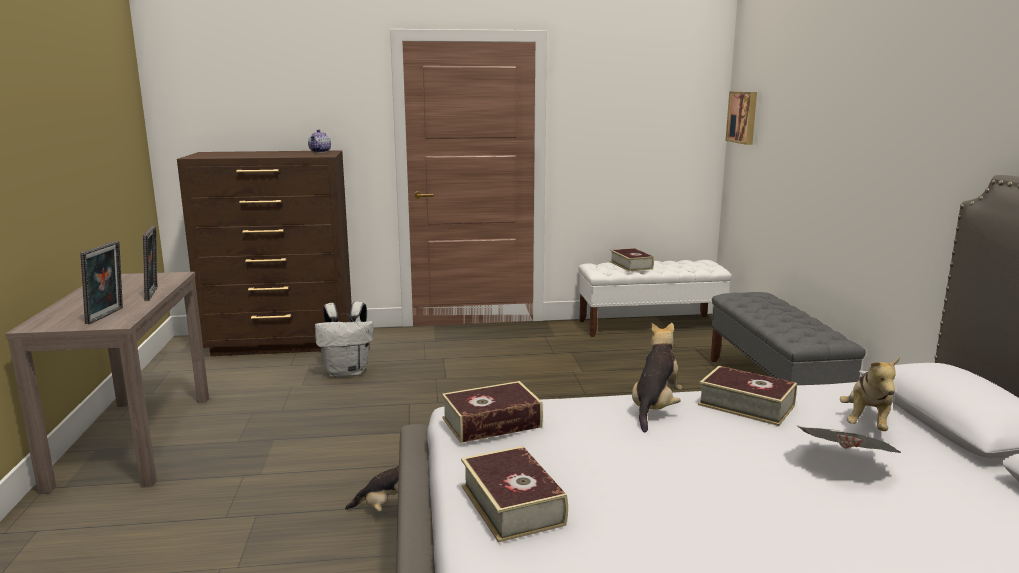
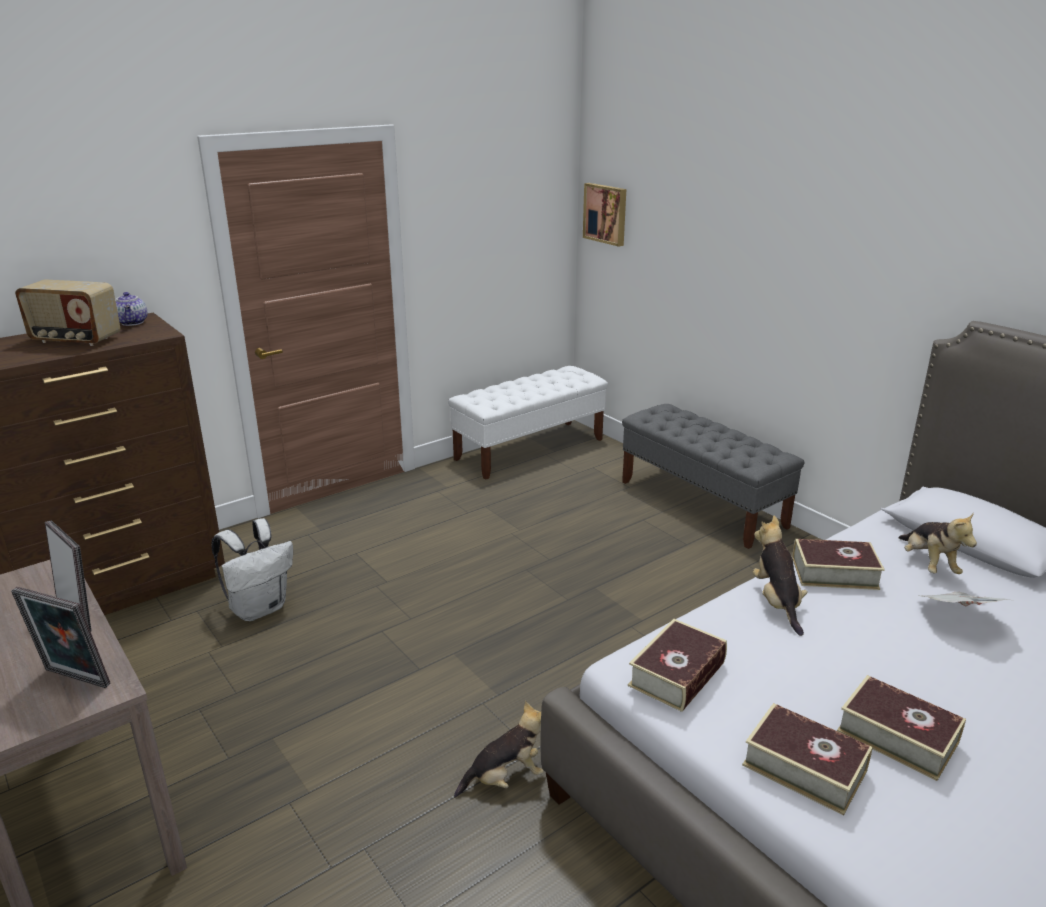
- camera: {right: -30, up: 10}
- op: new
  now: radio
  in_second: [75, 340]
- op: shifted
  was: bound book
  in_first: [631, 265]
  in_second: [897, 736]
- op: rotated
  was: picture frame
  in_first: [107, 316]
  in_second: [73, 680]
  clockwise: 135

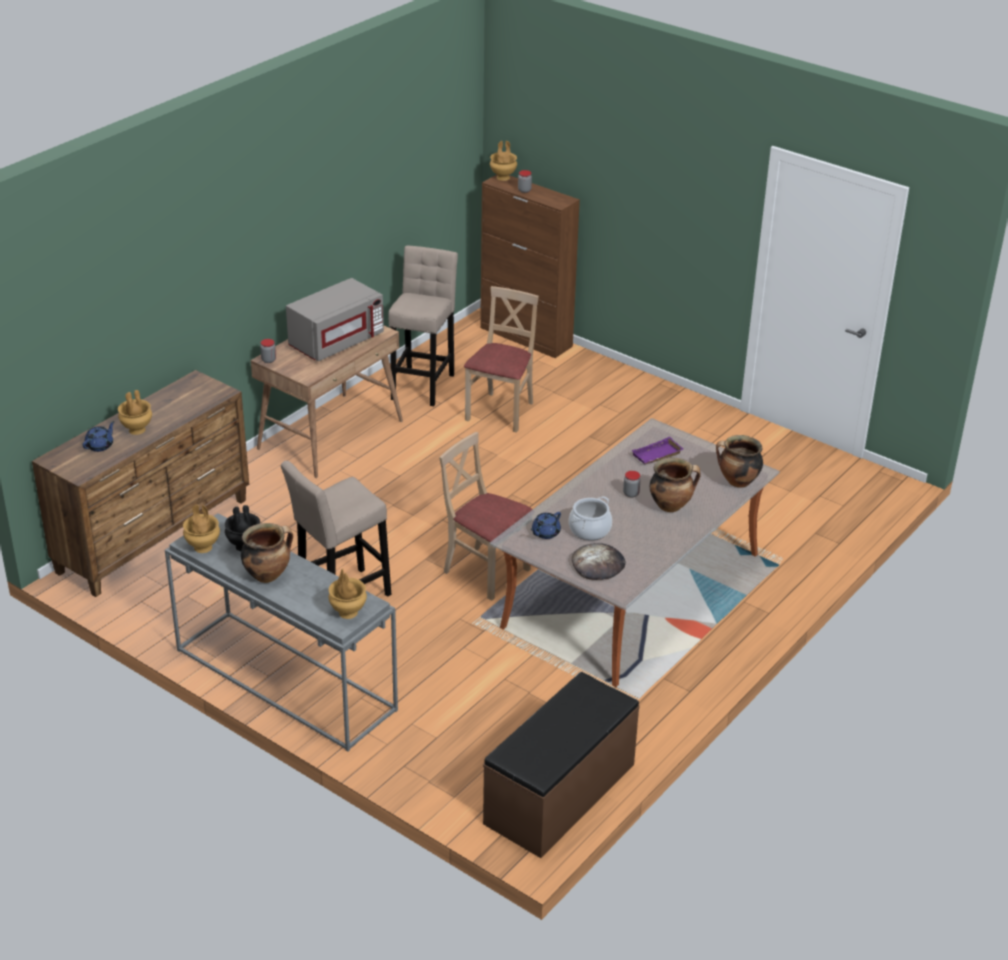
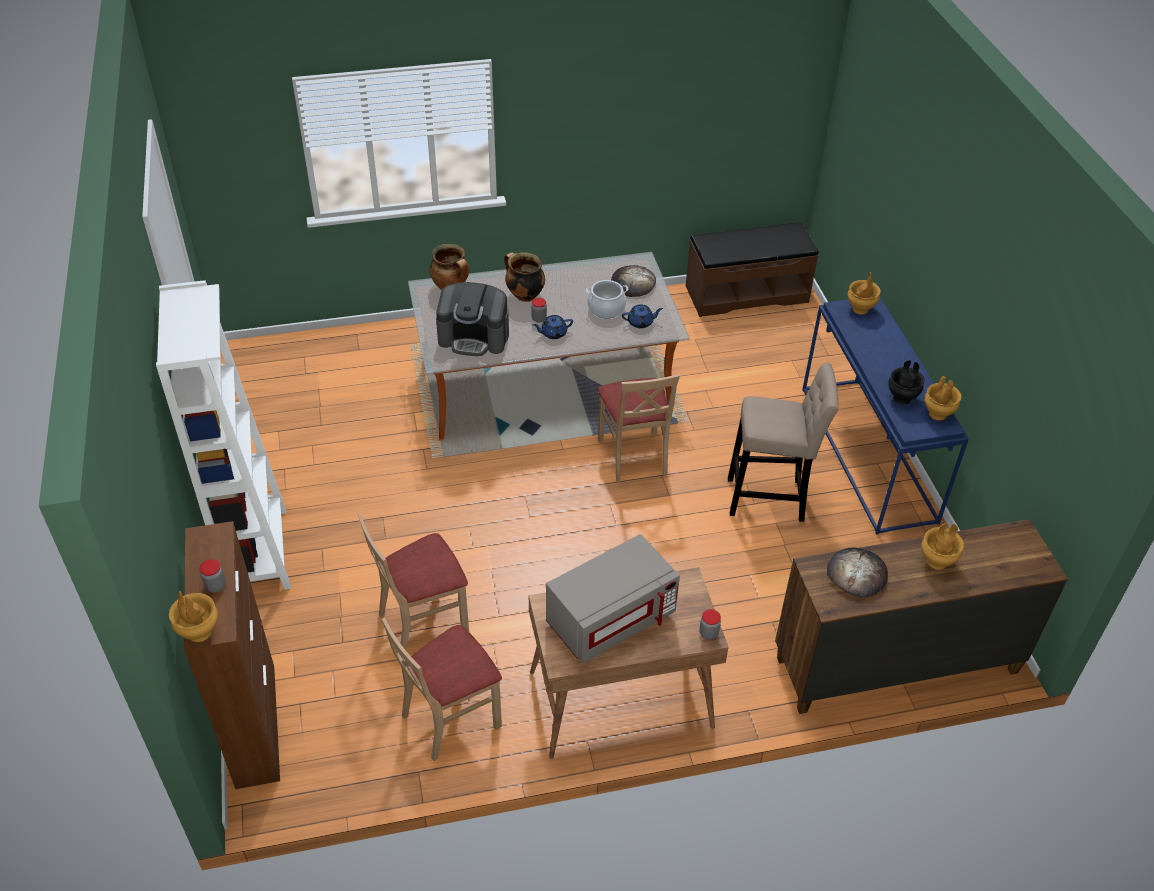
- camera: {right: -140, up: 10}
- op: gone
  was: cooking pot
  in_first: [268, 574]
- op: new
  now: white bookshelf
  in_second: [257, 553]
- op: new
  now: bread
  in_second: [856, 574]
- op: shifted
  was: bluish teapot
  in_first: [100, 446]
  in_second: [553, 333]
- op: swapped
  was: sand-coloured sitting stool
  now: sand-coloured upright chair
  in_first: [423, 384]
  in_second: [450, 718]
- op: swapped
  was: purple tray
  now: coffee machine
  in_first: [657, 455]
  in_second: [474, 337]
- op: repainted
  was: grey console table
  now: bluish console table
  in_first: [283, 680]
  in_second: [869, 454]
- op: rotated
  was: grey kitchen microwave
  in_first: [336, 342]
  in_second: [610, 619]
  clockwise: 150

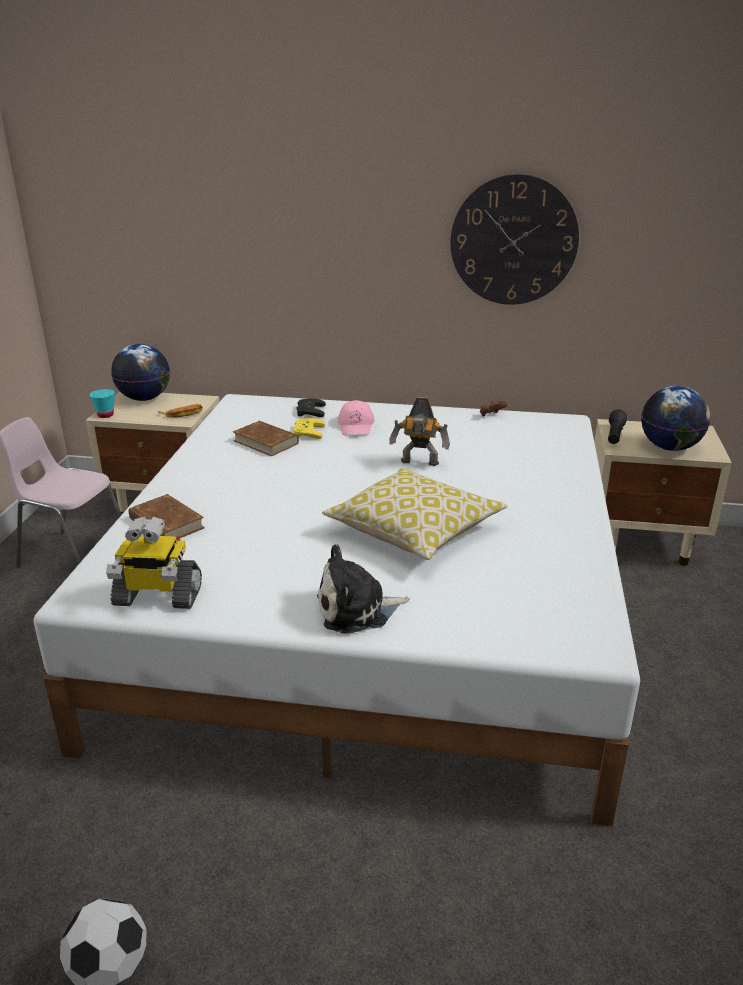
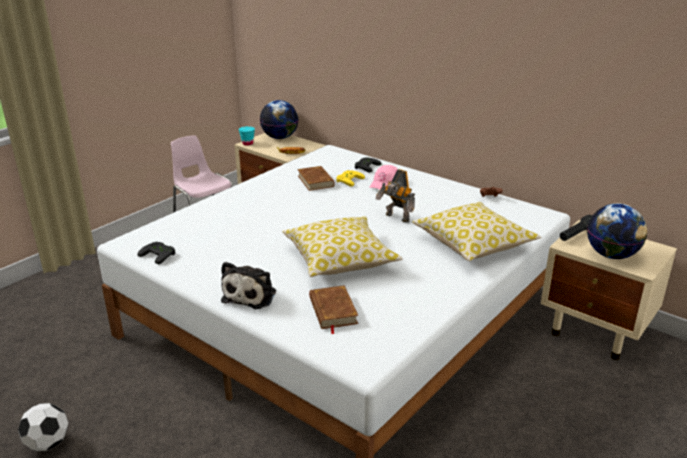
- camera: {right: 30, up: 0}
- op: gone
  was: hanging clock
  in_first: [513, 241]
- op: new
  now: throw pillow
  in_second: [473, 244]
- op: shifted
  was: brownish bound book
  in_first: [166, 524]
  in_second: [332, 311]
- op: swapped
  was: toy robot
  now: black game controller
  in_first: [157, 597]
  in_second: [159, 254]
- op: rotated
  was: plush toy
  in_first: [357, 610]
  in_second: [251, 295]
  clockwise: -90

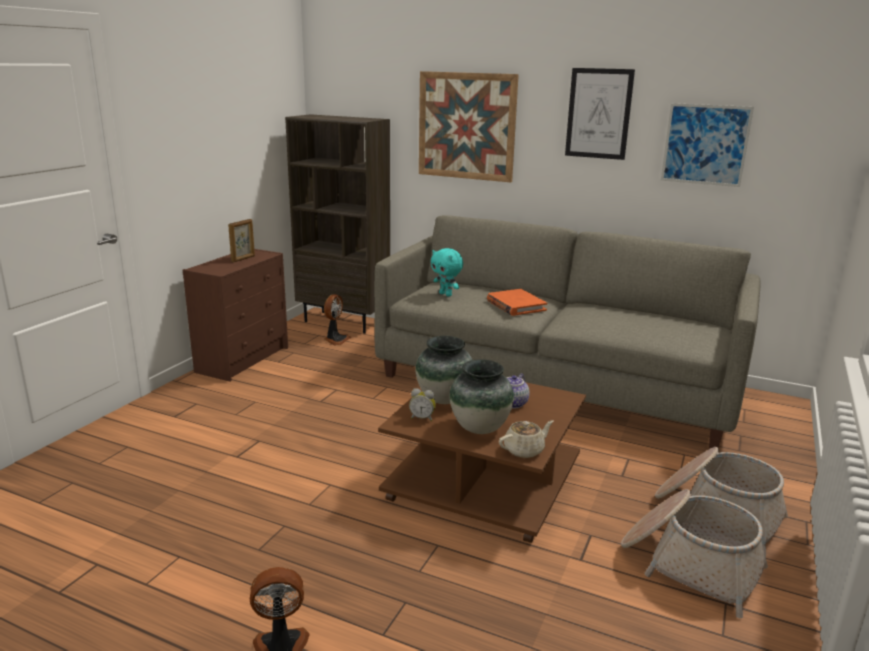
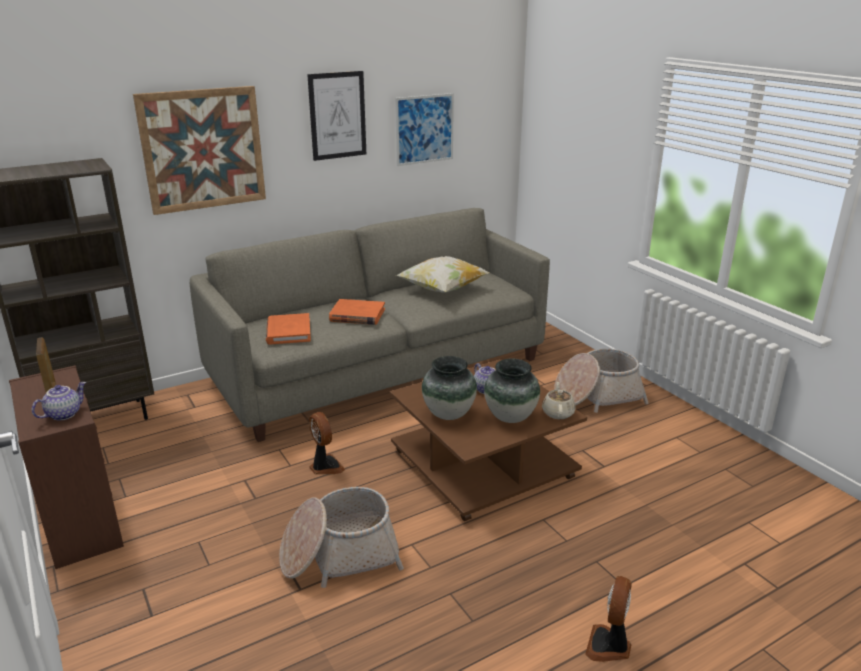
- camera: {right: -55, up: 5}
- op: gone
  was: bedside clock
  in_first: [422, 418]
- op: new
  now: teapot
  in_second: [64, 414]
- op: new
  now: throw pillow
  in_second: [442, 290]
- op: shifted
  was: fan
  in_first: [336, 339]
  in_second: [325, 467]
- op: shifted
  was: household basket
  in_first: [689, 564]
  in_second: [339, 554]
- op: swapped
  was: turquoise-coloured plush toy
  now: orange bound book
  in_first: [446, 294]
  in_second: [288, 332]

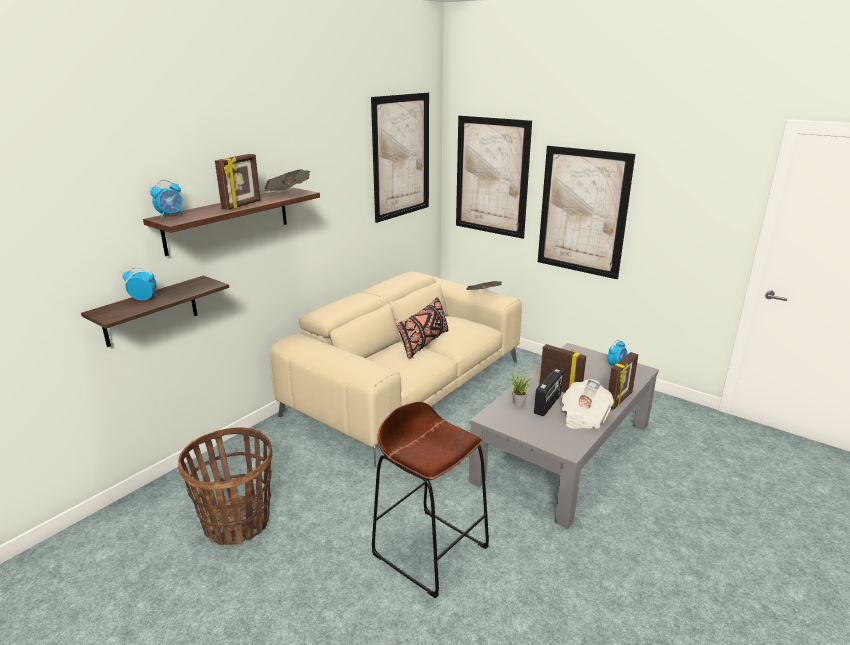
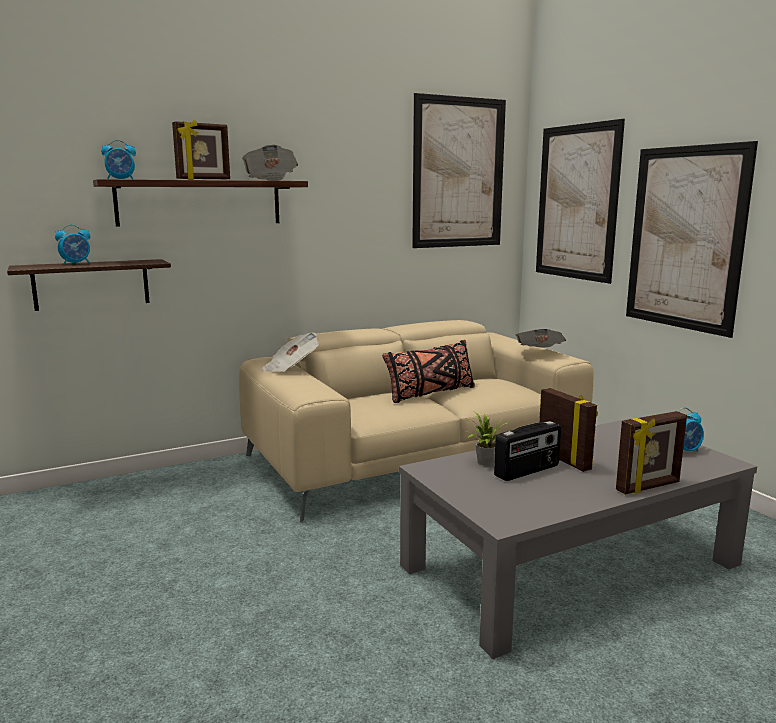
- camera: {right: 25, up: -10}
- op: gone
  was: household basket
  in_first: [237, 522]
- op: gone
  was: brownish sitting stool
  in_first: [430, 550]
- op: shifted
  was: newspaper
  in_first: [583, 417]
  in_second: [291, 368]
- op: rotated
  was: bedside clock
  in_first: [144, 299]
  in_second: [76, 263]
  clockwise: 120

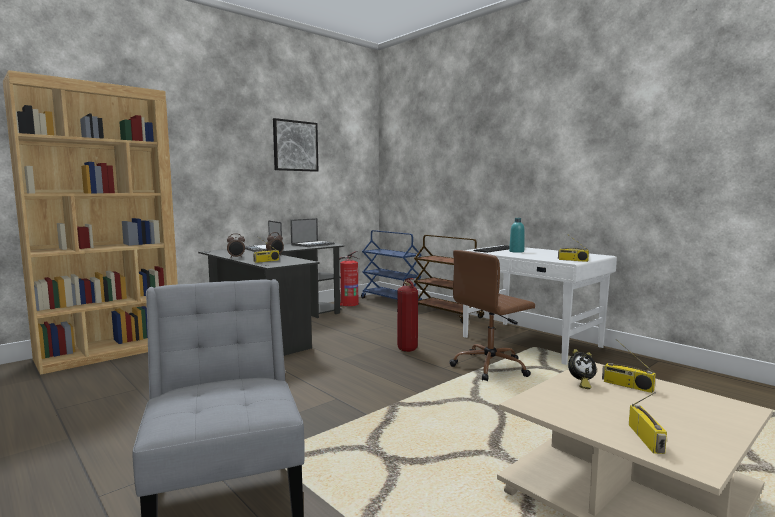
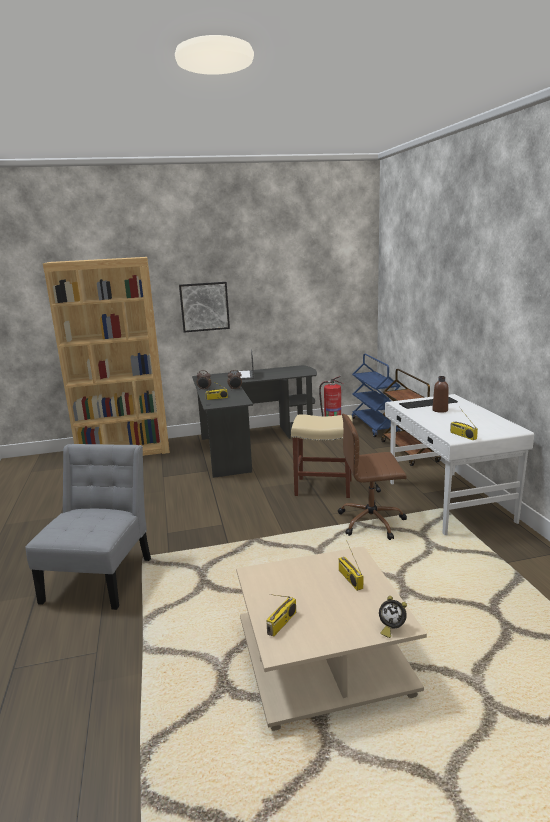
- camera: {right: 30, up: 10}
- op: gone
  was: notebook computer
  in_first: [313, 244]
- op: shifted
  was: wall picture
  in_first: [295, 146]
  in_second: [204, 306]
- op: shifted
  was: bedside clock
  in_first: [580, 383]
  in_second: [391, 628]
- op: swapped
  was: fire extinguisher
  now: sand-coloured sitting stool
  in_first: [406, 349]
  in_second: [322, 487]
- op: repainted
  was: turquoise-coloured bottle
  now: brownish bottle
  in_first: [516, 251]
  in_second: [440, 410]

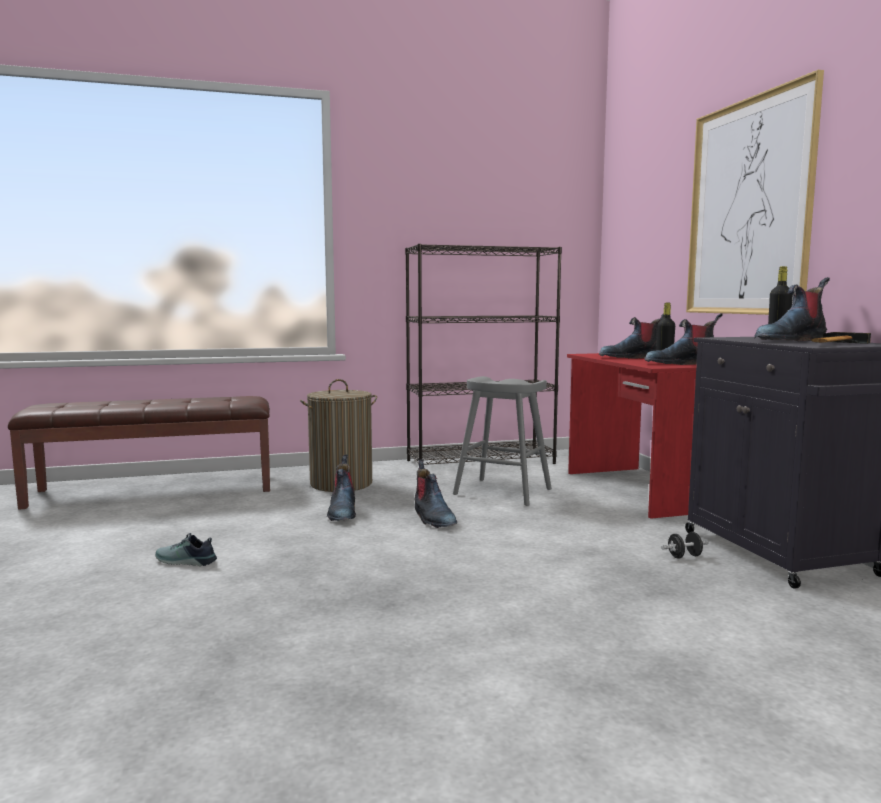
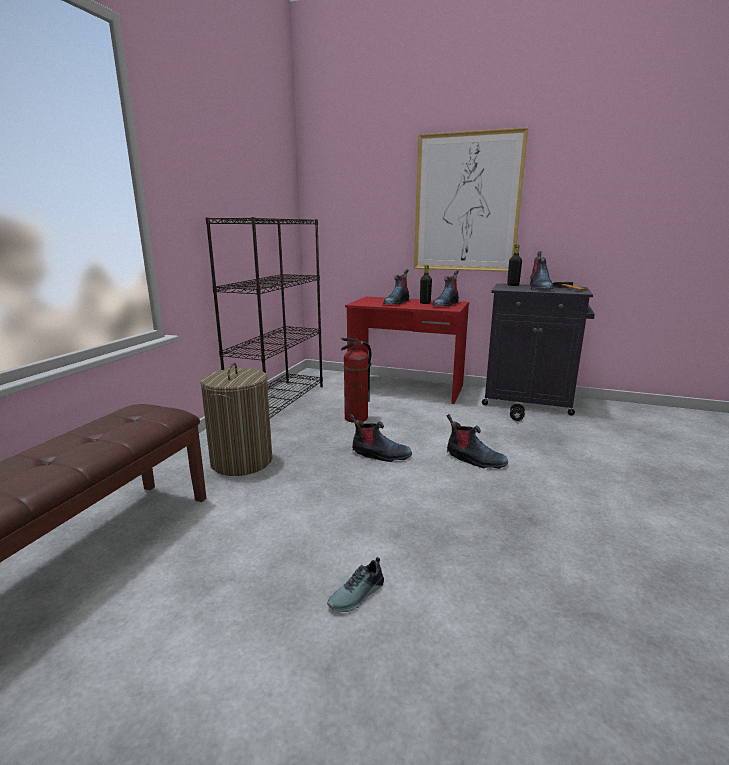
- camera: {right: -55, up: 10}
- op: shifted
  was: tall boot
  in_first: [342, 512]
  in_second: [474, 460]
- op: swapped
  was: grey sitting stool
  now: fire extinguisher
  in_first: [503, 492]
  in_second: [356, 418]

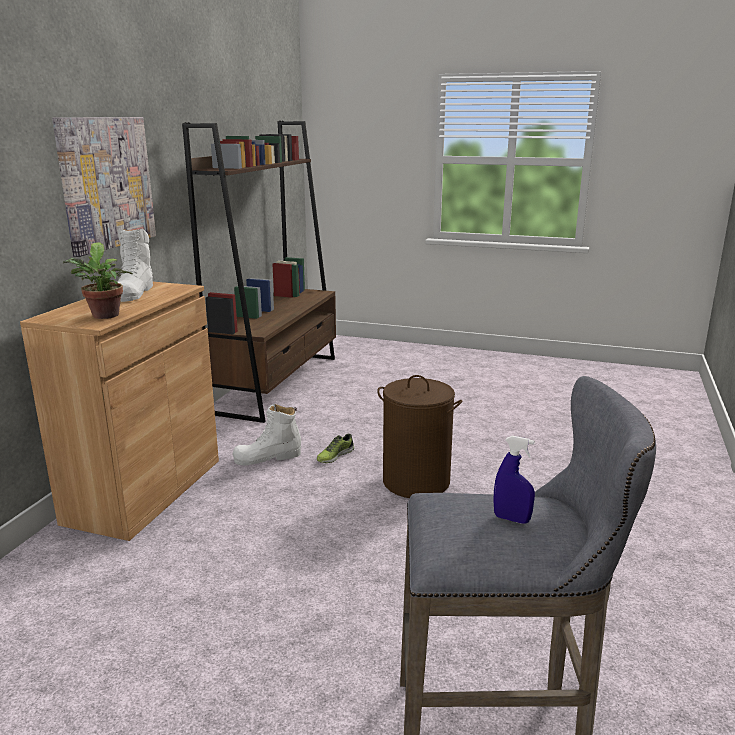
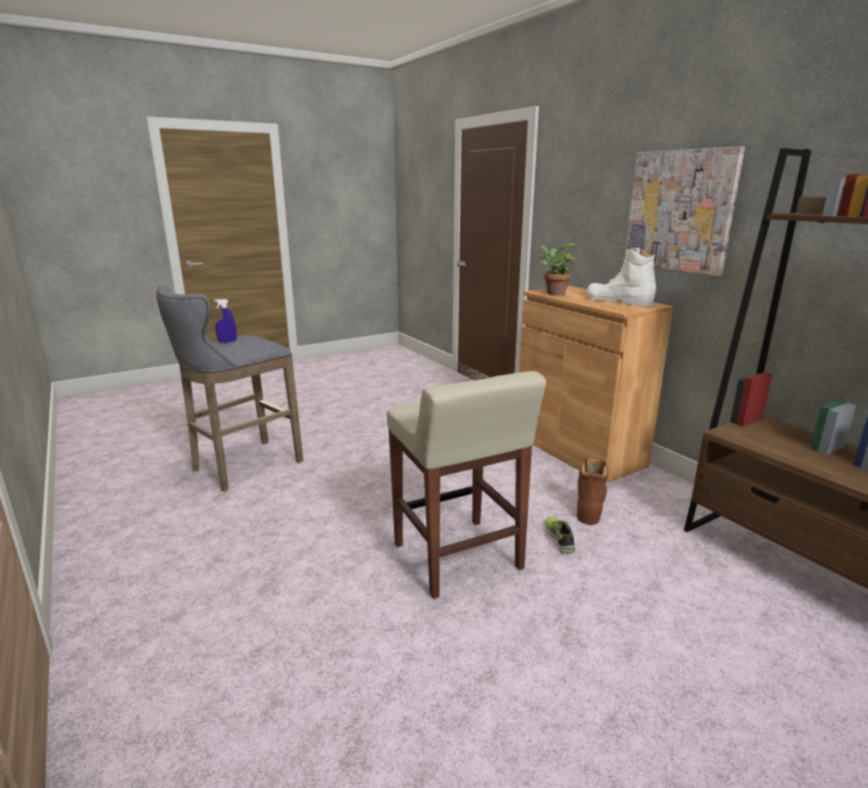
- camera: {right: 130, up: 0}
- op: swapped
  was: brownish laundry basket
  now: sand-coloured sitting stool
  in_first: [416, 482]
  in_second: [458, 558]
- op: repainted
  was: white tall boot
  now: brownish tall boot
  in_first: [267, 457]
  in_second: [590, 505]

